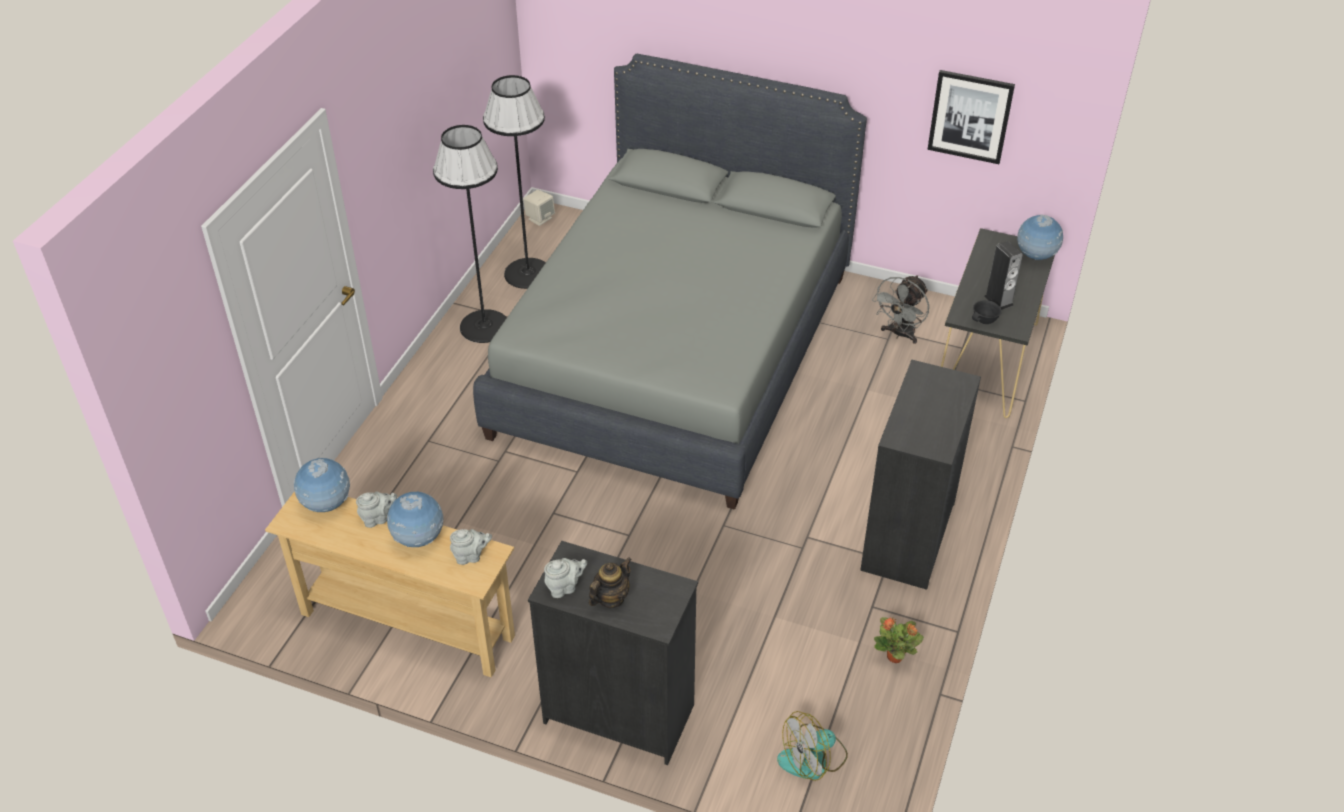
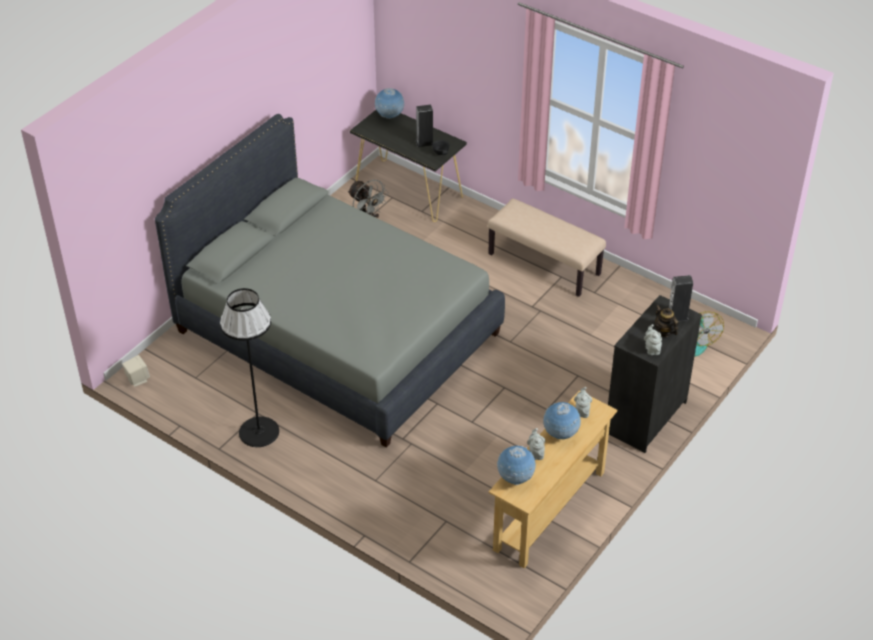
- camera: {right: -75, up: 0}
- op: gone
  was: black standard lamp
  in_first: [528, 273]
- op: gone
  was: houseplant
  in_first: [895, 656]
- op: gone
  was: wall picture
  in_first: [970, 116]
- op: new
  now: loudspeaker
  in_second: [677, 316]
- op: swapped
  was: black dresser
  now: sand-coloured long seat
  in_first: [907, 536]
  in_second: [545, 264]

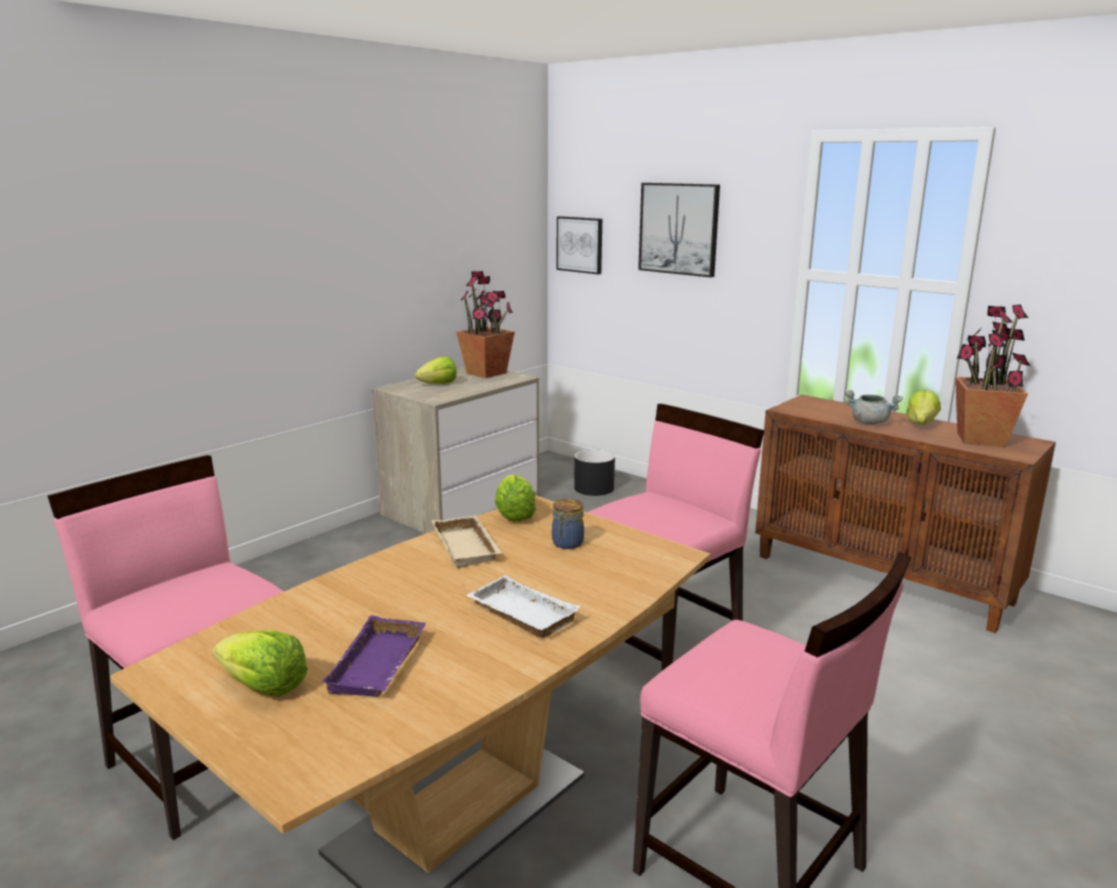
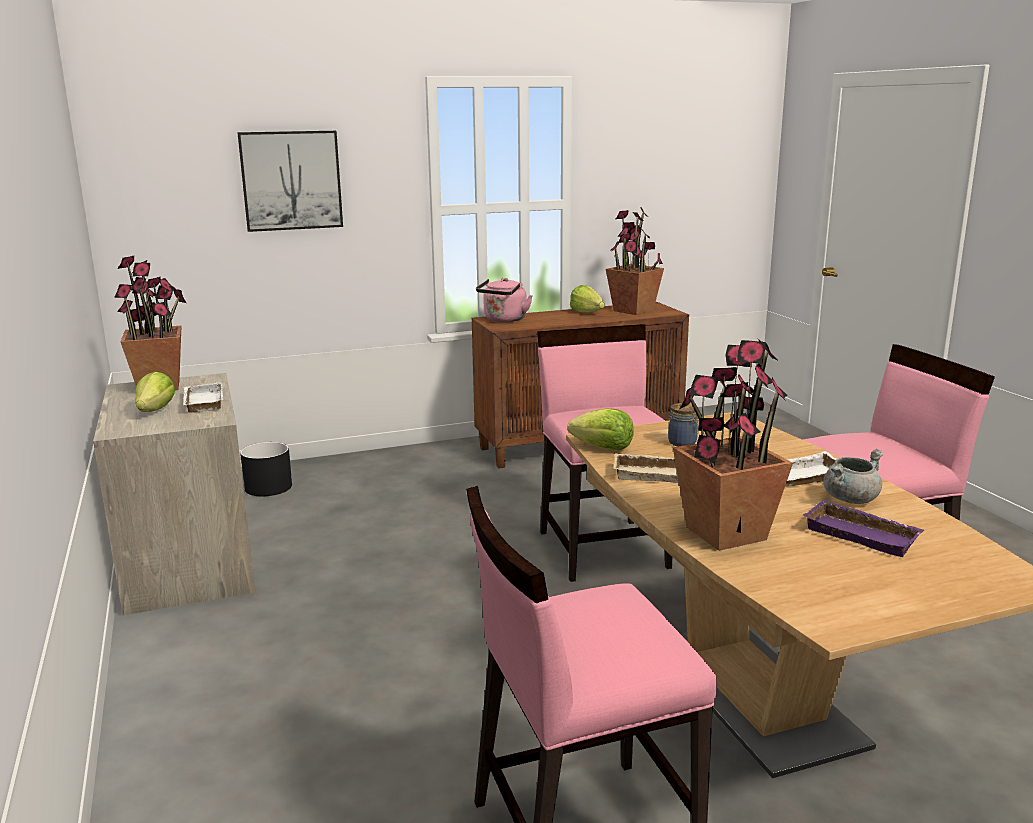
- camera: {right: -60, up: 0}
- op: gone
  was: lettuce head
  in_first: [263, 687]
- op: gone
  was: wall picture
  in_first: [580, 244]
- op: new
  now: white tray
  in_second: [202, 402]
- op: new
  now: pinkish tea kettle
  in_second: [504, 320]
- op: new
  now: houseplant
  in_second: [724, 533]
- op: shifted
  was: grey cooking pot
  in_first: [869, 422]
  in_second: [850, 498]

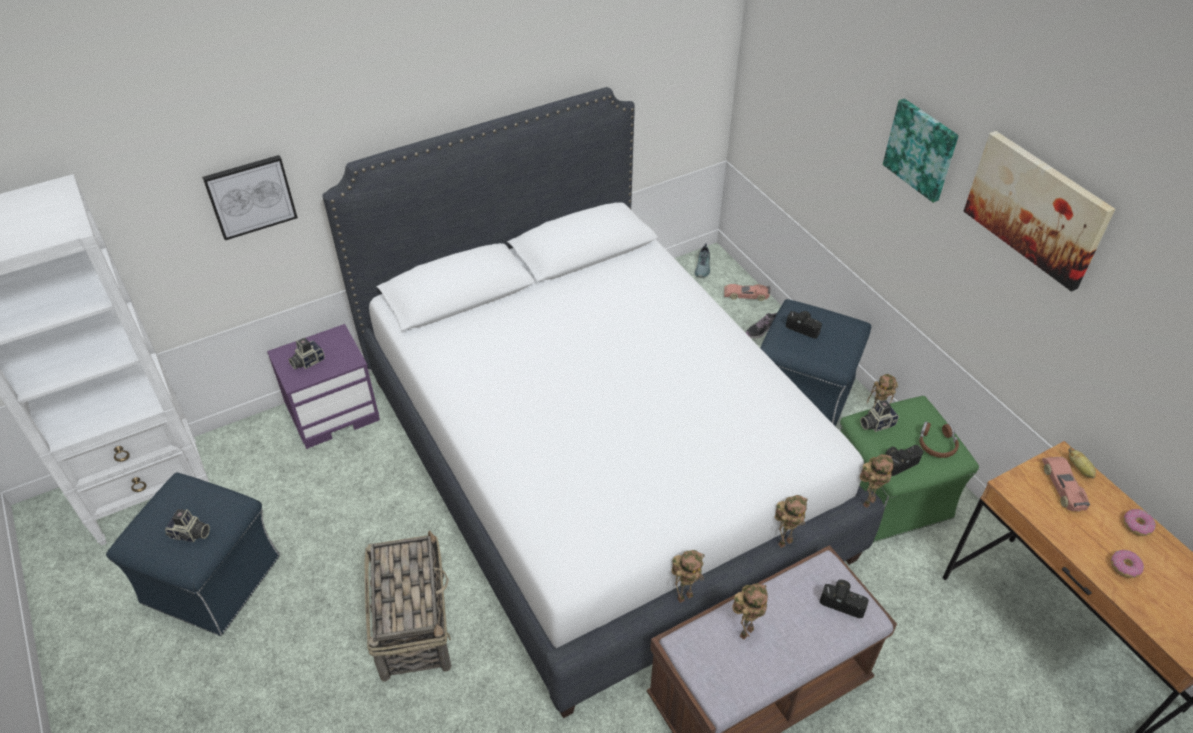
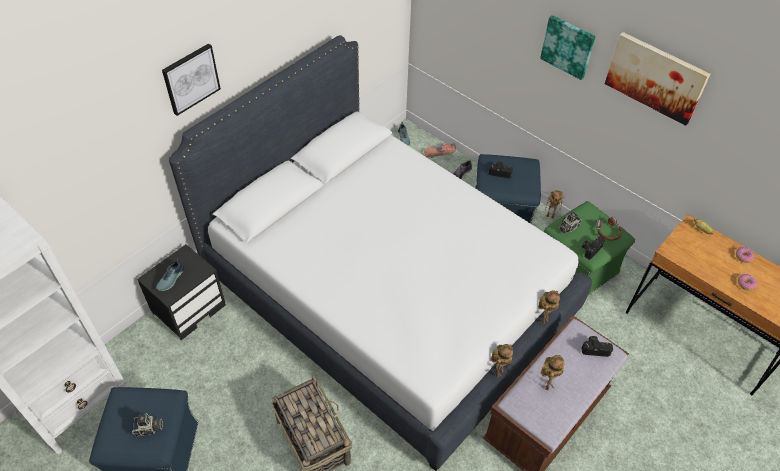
- camera: {right: -20, up: 5}
- op: gone
  was: toy robot
  in_first: [868, 500]
- op: gone
  was: toy car
  in_first: [1063, 487]
- op: shifted
  was: wall picture
  in_first: [250, 196]
  in_second: [191, 78]
- op: swapped
  was: photo camera
  now: low shoe
  in_first: [307, 361]
  in_second: [171, 279]
- op: repainted
  was: purple night table
  now: black night table
  in_first: [334, 412]
  in_second: [189, 308]

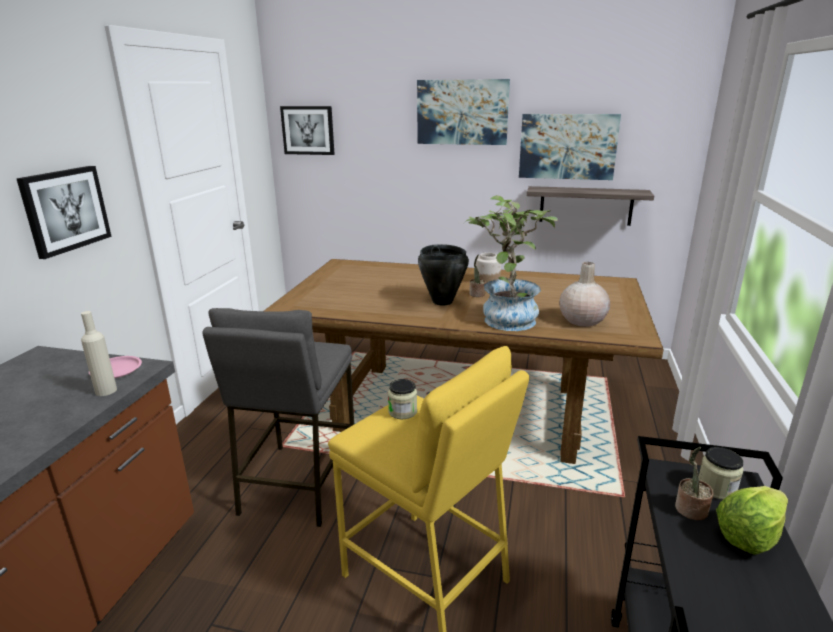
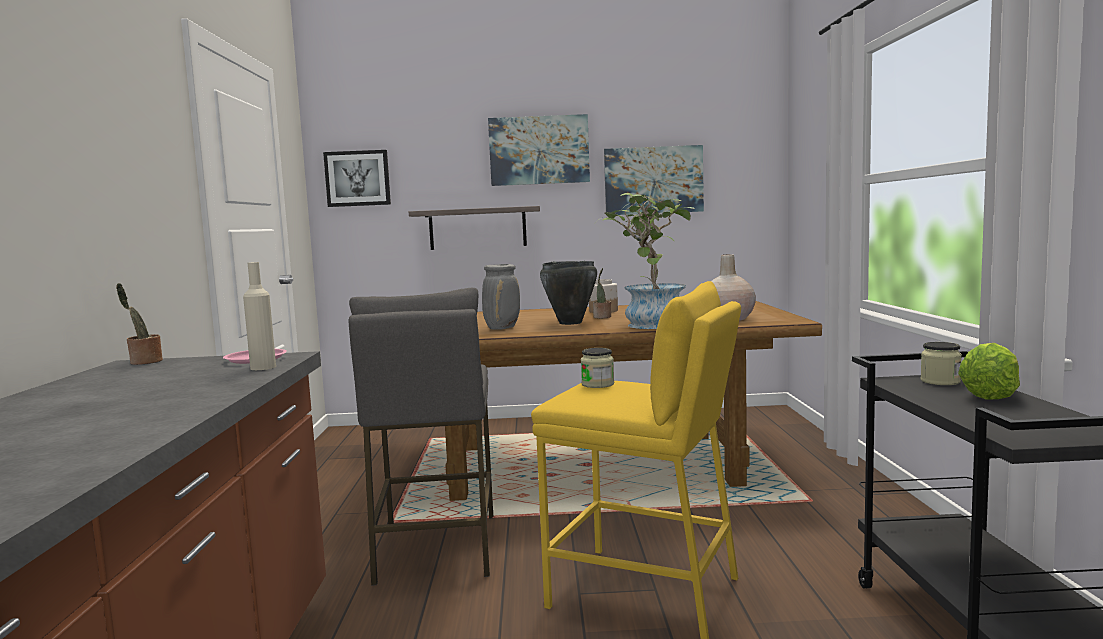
- camera: {right: -15, up: -15}
- op: gone
  was: wall picture
  in_first: [65, 210]
- op: new
  now: grey decorative vase
  in_second: [502, 328]
- op: shifted
  was: bracket shelf
  in_first: [585, 205]
  in_second: [477, 228]
- op: shifted
  was: houseplant
  in_first: [690, 510]
  in_second: [144, 362]

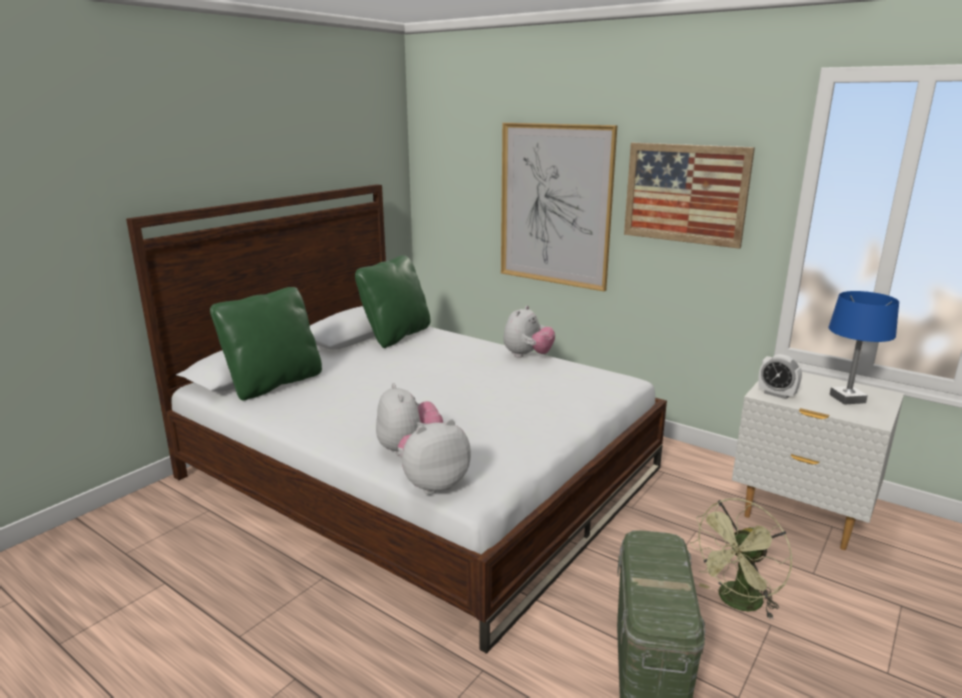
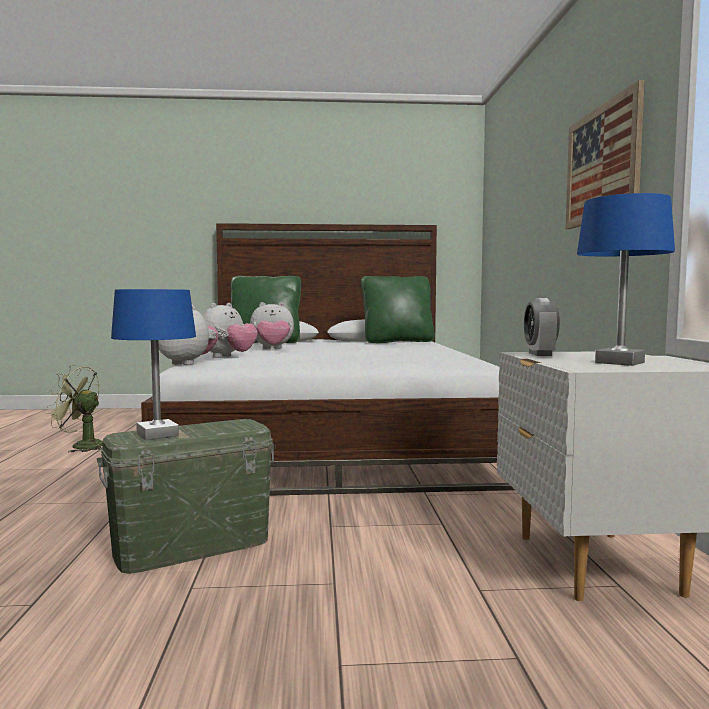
- camera: {right: 50, up: -15}
- op: gone
  was: wall picture
  in_first: [555, 205]
- op: new
  now: bluish lamp for a table
  in_second: [158, 435]
- op: shifted
  was: plush toy
  in_first: [527, 356]
  in_second: [272, 349]
- op: shifted
  was: greenish fan
  in_first: [736, 603]
  in_second: [81, 446]

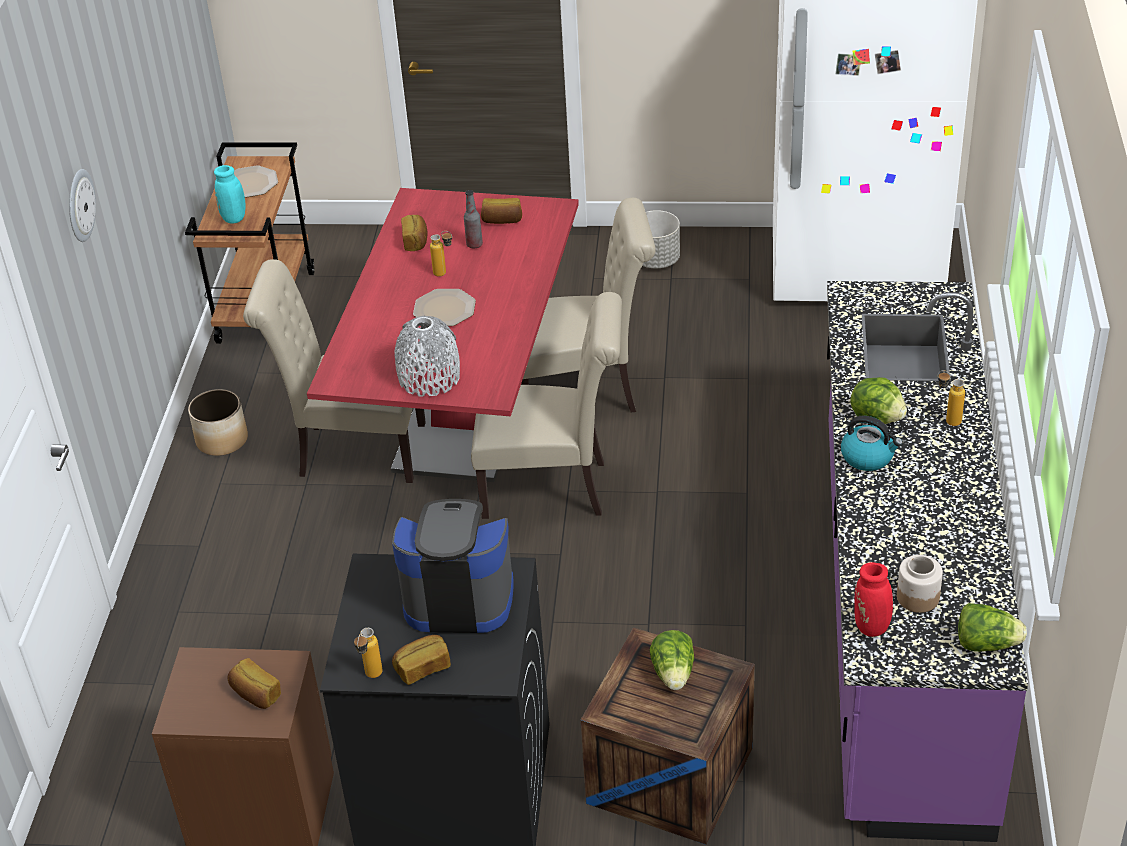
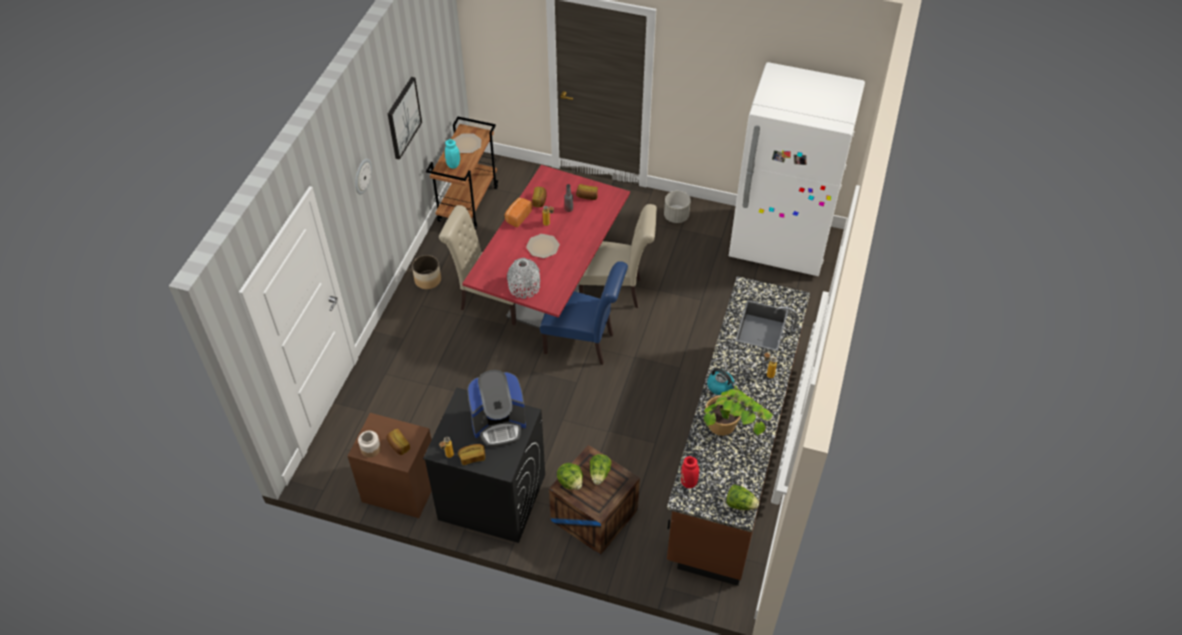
- camera: {right: 10, up: 10}
- op: new
  now: wall picture
  in_second: [403, 117]
- op: new
  now: bread
  in_second: [517, 217]
- op: new
  now: houseplant
  in_second: [729, 435]
- op: shifted
  was: lettuce head
  in_first: [877, 417]
  in_second: [570, 482]
- op: shifted
  was: storage jar
  in_first: [917, 597]
  in_second: [370, 448]
- op: repainted
  was: sand-coloured upright chair
  now: bluish upright chair
  in_first: [553, 488]
  in_second: [583, 344]
- op: repainted
  was: purple counter
  now: brownish counter
  in_first: [899, 616]
  in_second: [732, 455]
- op: rotated
  was: coffee machine
  in_first: [458, 598]
  in_second: [498, 423]
  clockwise: 150

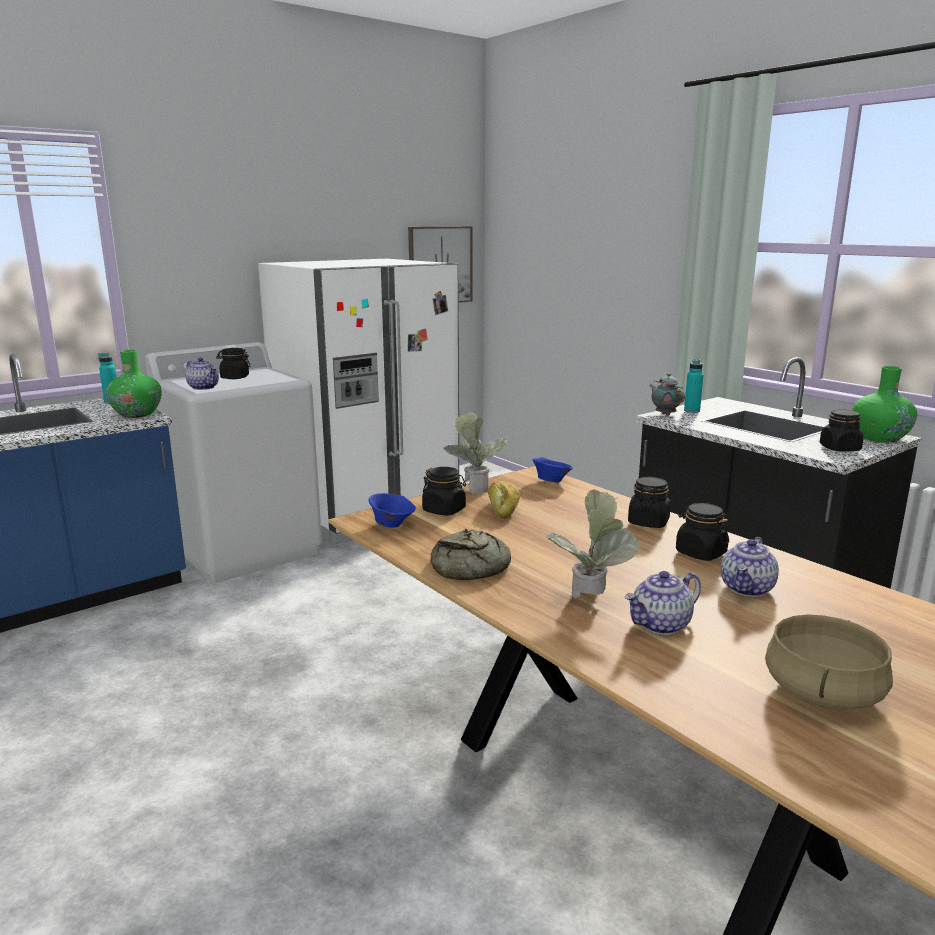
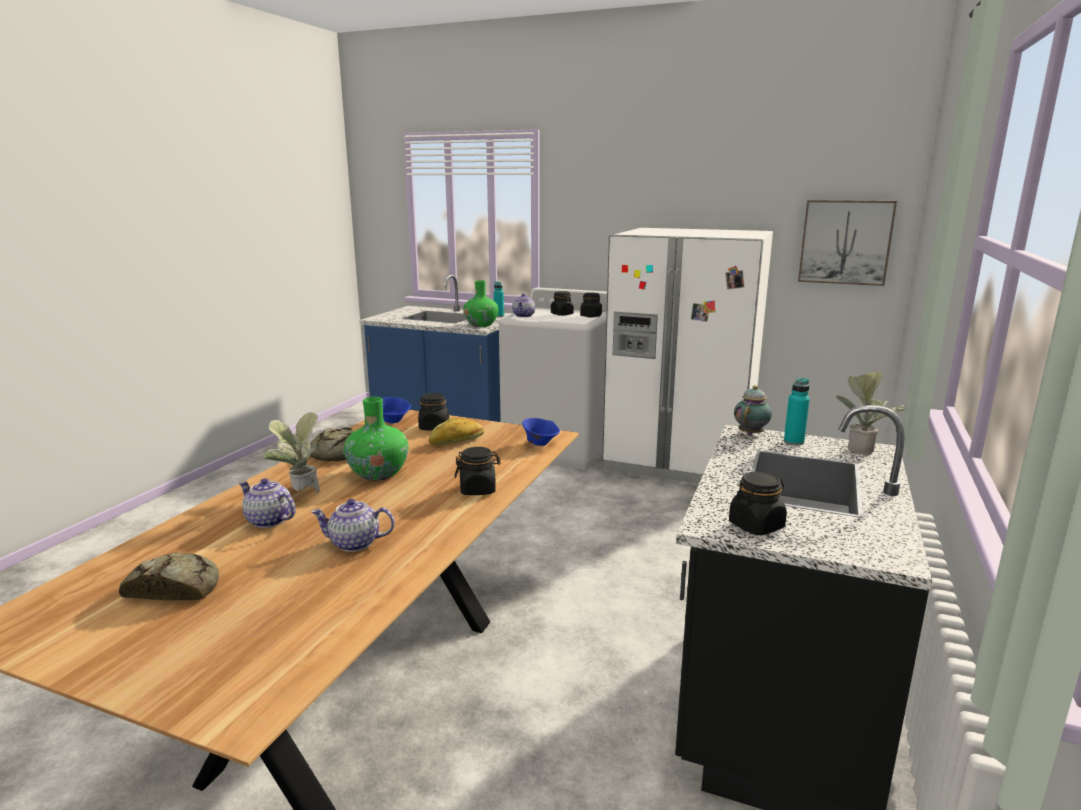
- camera: {right: 60, up: 0}
- op: shifted
  was: houseplant
  in_first: [474, 488]
  in_second: [861, 448]
- op: shifted
  was: black storage jar
  in_first: [700, 553]
  in_second: [591, 316]
- op: shifted
  was: greenish decorative vase
  in_first: [879, 438]
  in_second: [378, 473]
- op: swapped
  was: sand-coloured cooking pot
  now: bread
  in_first: [823, 693]
  in_second: [174, 587]

